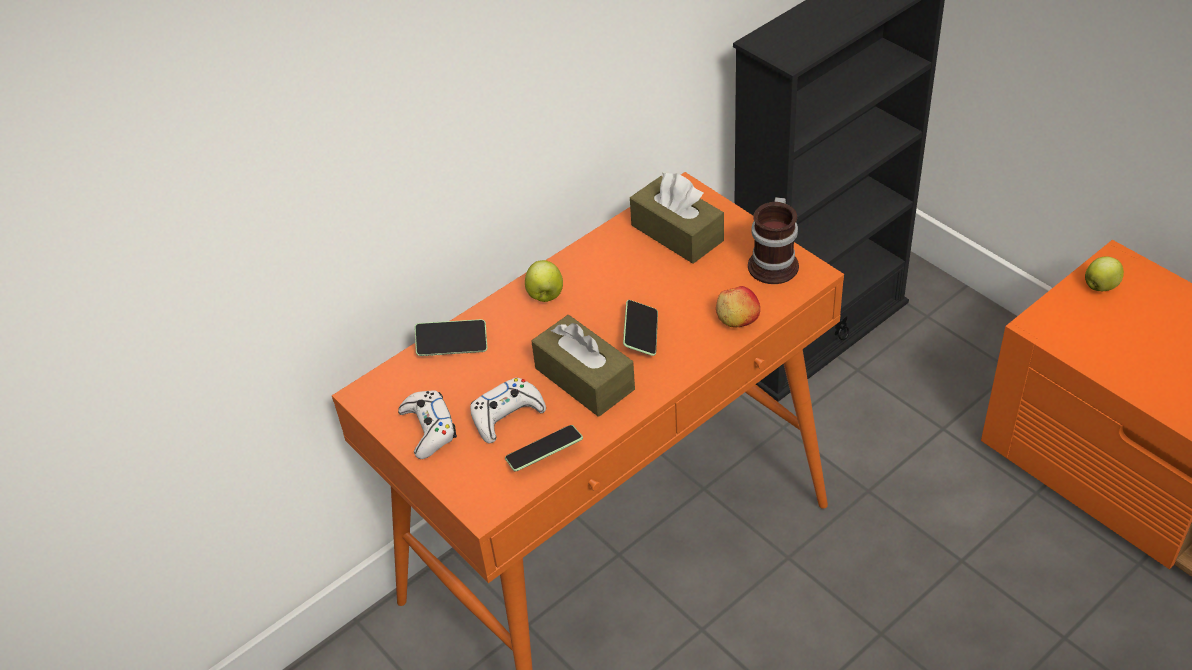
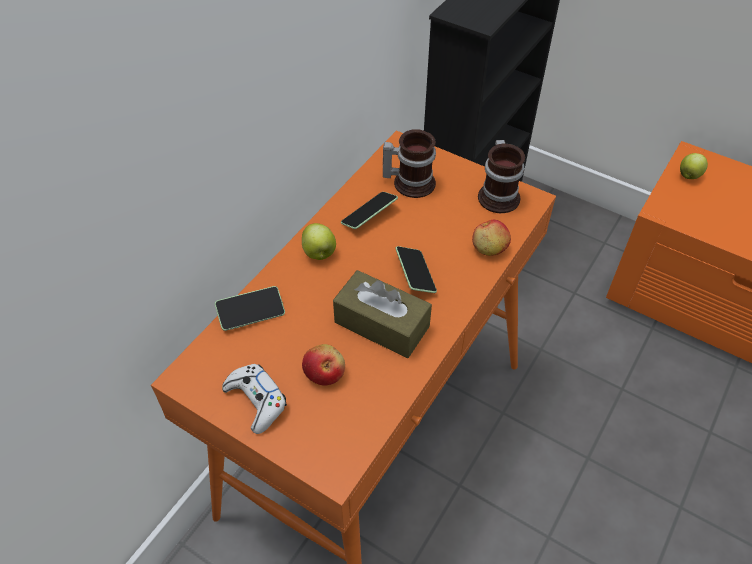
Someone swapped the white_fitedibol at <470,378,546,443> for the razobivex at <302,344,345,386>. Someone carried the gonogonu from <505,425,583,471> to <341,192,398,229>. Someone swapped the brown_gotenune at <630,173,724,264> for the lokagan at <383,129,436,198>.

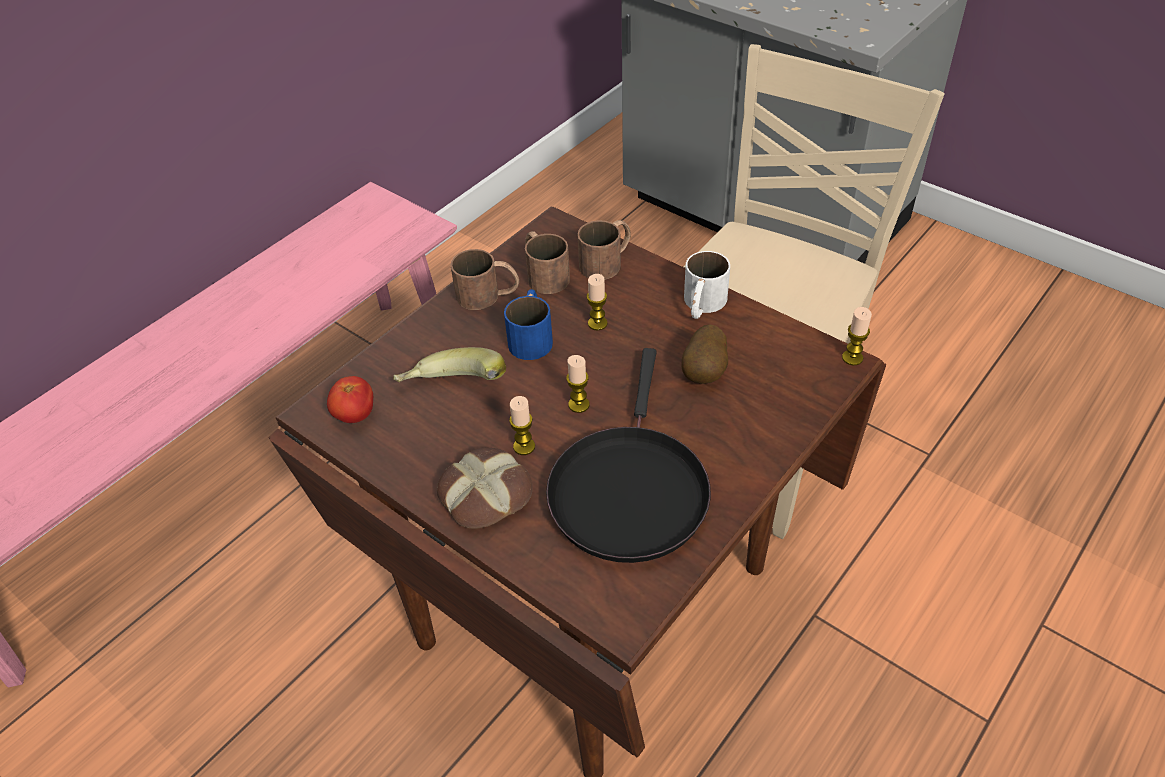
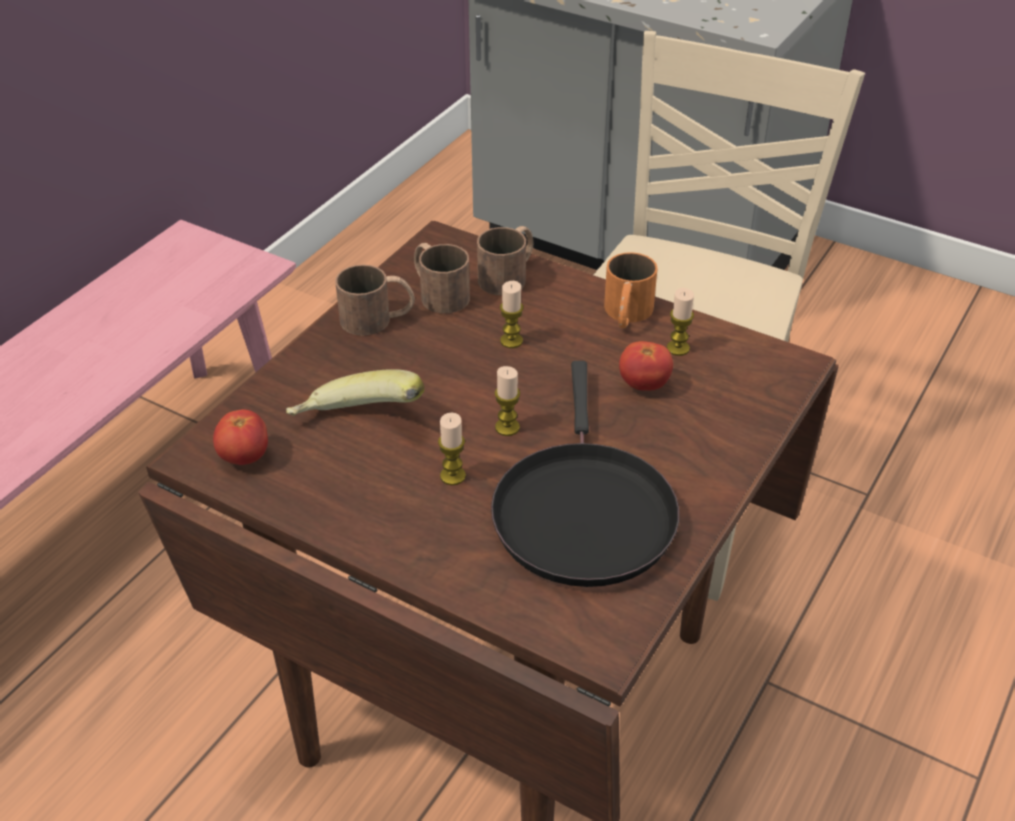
Someone repainted the white_lokagan at <684,251,730,319>, which became the orange_lokagan at <604,252,658,328>. Someone swapped the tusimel at <681,324,728,384> for the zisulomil at <619,341,673,391>. Someone carried the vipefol from <842,307,872,365> to <667,288,694,356>. Someone took away the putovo at <437,448,533,529>. Someone took away the blue_lokagan at <504,289,553,360>.

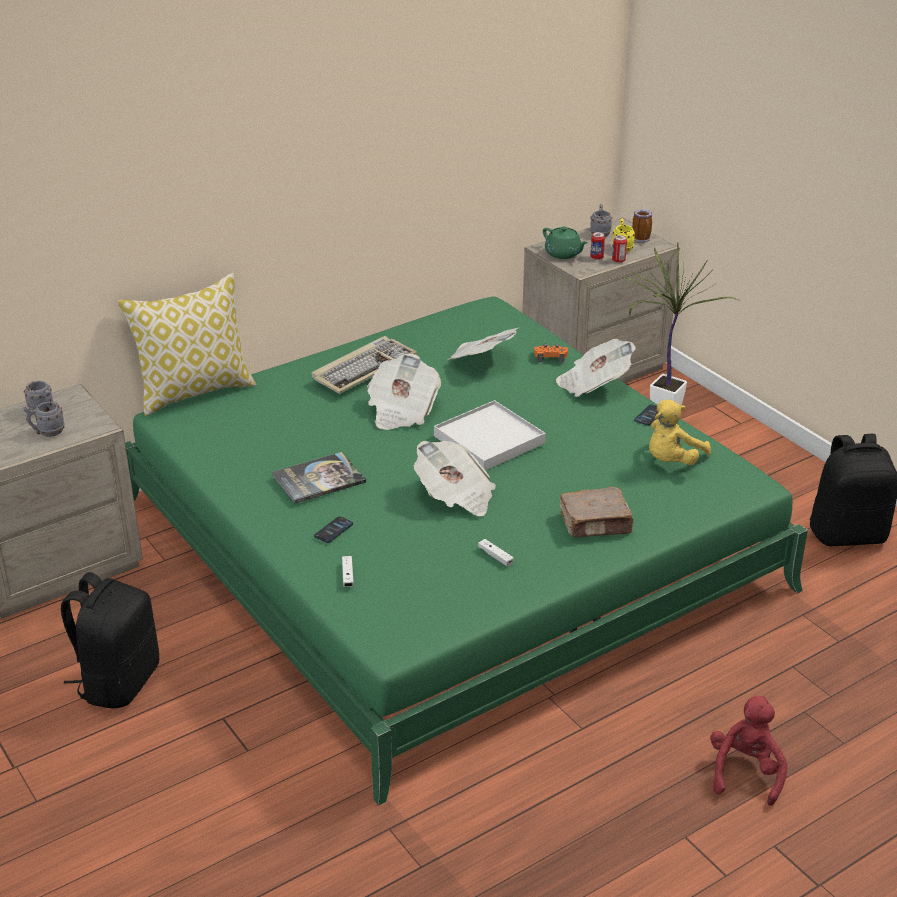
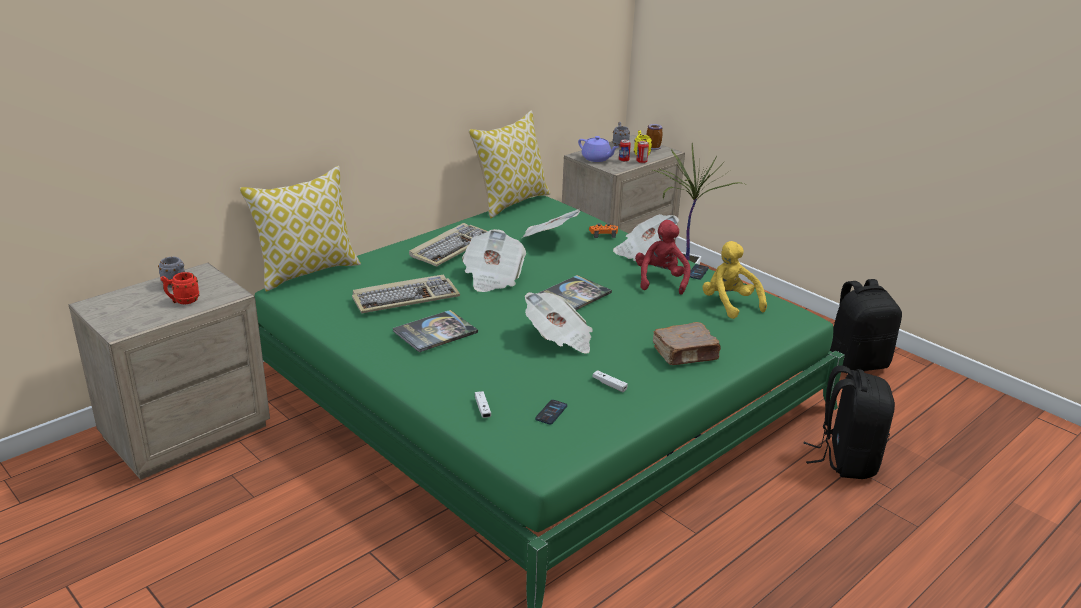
Someone repainted the grey_lokagan at <23,402,64,437>, which became the red_lokagan at <161,272,199,304>. Someone put down the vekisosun at <352,275,460,314>. Someone put down the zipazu at <468,110,551,218>. Someone carried the gonogonu from <314,516,353,543> to <535,400,567,425>. Someone swapped the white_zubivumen at <434,400,546,471> for the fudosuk at <539,275,612,310>. Someone repainted the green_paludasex at <543,226,588,259>, which became the purple_paludasex at <578,136,618,162>. Someone carried the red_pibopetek from <710,696,787,806> to <635,220,691,295>. Someone rotated the yellow_pibopetek at <649,400,711,465> by 120 degrees clockwise. Someone carried the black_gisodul from <61,572,159,709> to <803,365,895,479>.

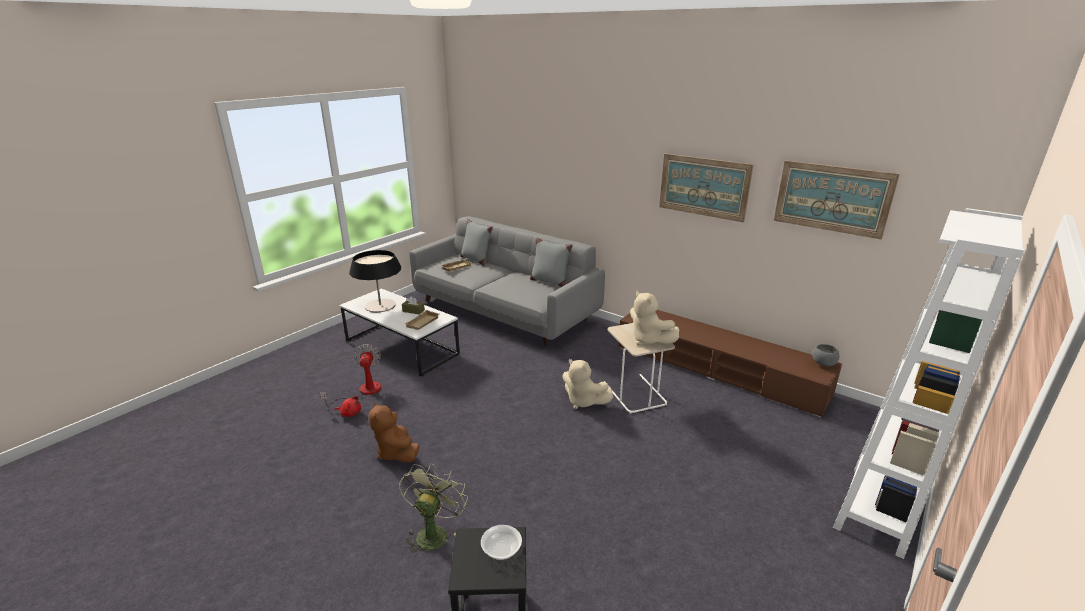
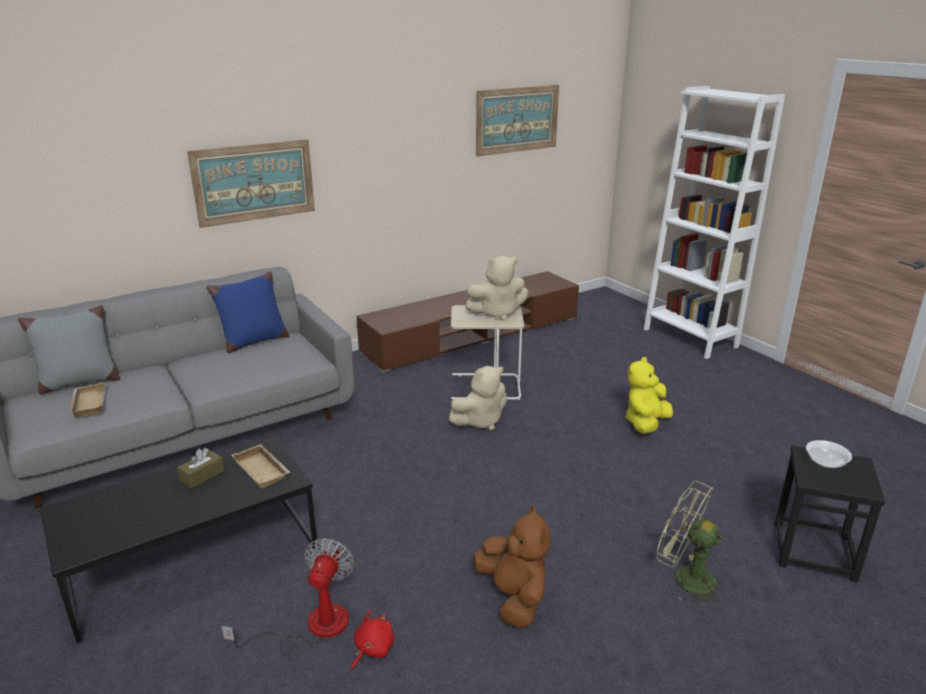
Someone repainted the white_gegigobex at <339,289,460,376>, which became the black_gegigobex at <40,436,318,643>. Someone carried the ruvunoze from <659,154,753,222> to <187,139,315,228>. Someone repainted the grey_zipazu at <530,237,573,287>, which became the blue_zipazu at <206,271,289,353>. Someone rotated the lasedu at <320,344,381,406> by 90 degrees clockwise. Someone rotated the brown_pibopetek at <369,402,419,462> by 105 degrees counterclockwise. Someone put down the yellow_pibopetek at <626,357,673,434>. Someone took away the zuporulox at <349,250,401,312>. Someone took away the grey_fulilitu at <812,344,839,367>.

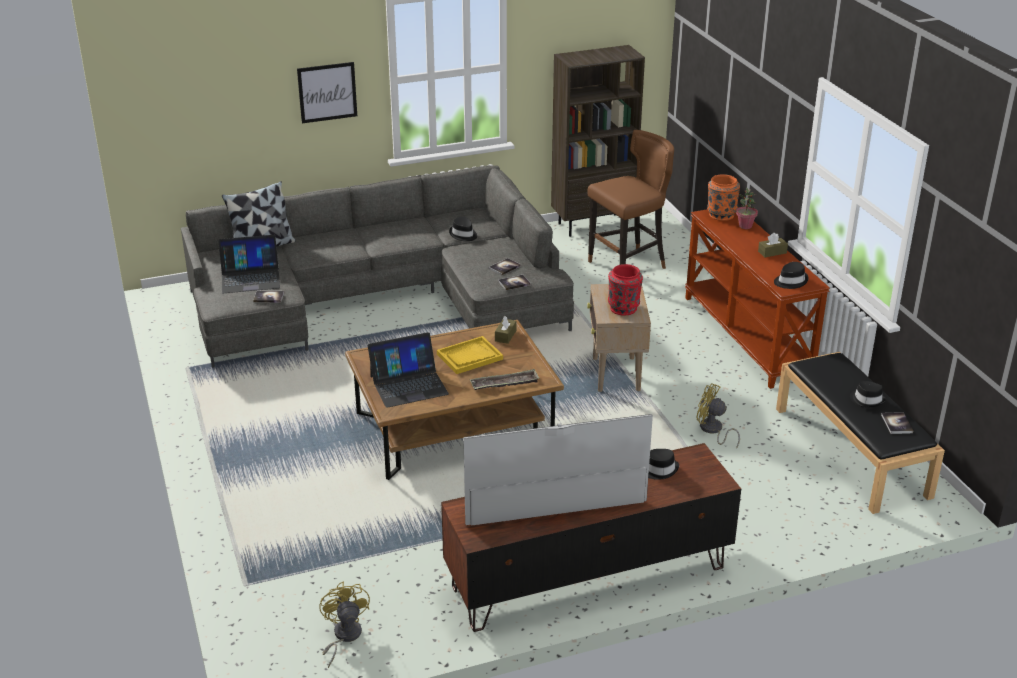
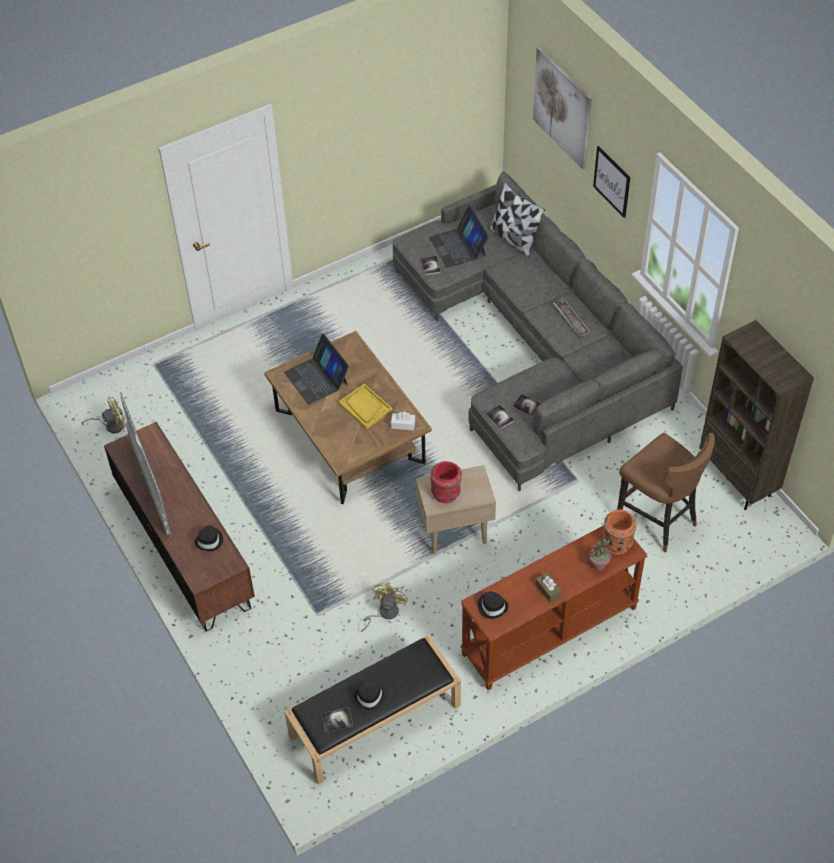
Someone repainted the brown_gotenune at <495,316,517,344>, which became the white_gotenune at <391,412,415,430>. Someone put up the ruvunoze at <533,47,592,170>. Someone carried the zubivumen from <470,369,540,390> to <553,298,591,338>. Someone took away the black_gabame at <449,216,477,241>.

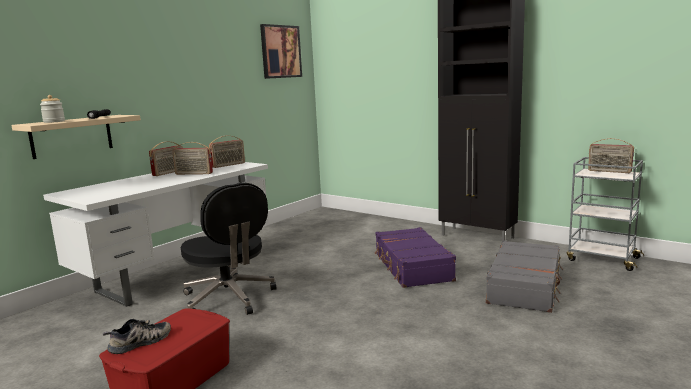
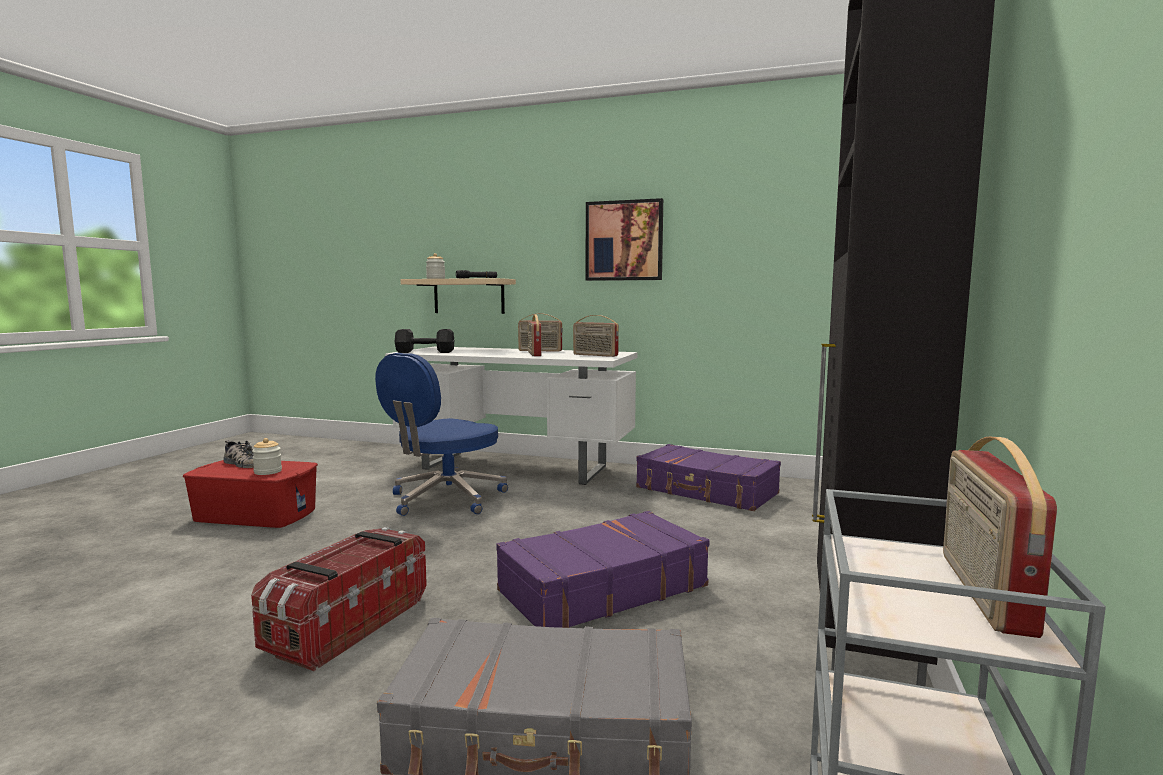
Someone put down the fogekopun at <251,527,427,671>. Someone put down the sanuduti at <252,438,282,475>. Someone repainted the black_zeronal at <181,183,277,315>, which became the blue_zeronal at <375,353,508,516>. Someone put down the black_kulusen at <394,329,454,353>. Someone carried the ruvunoze from <260,24,302,79> to <586,198,663,281>. Someone put down the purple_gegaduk at <636,444,781,511>.

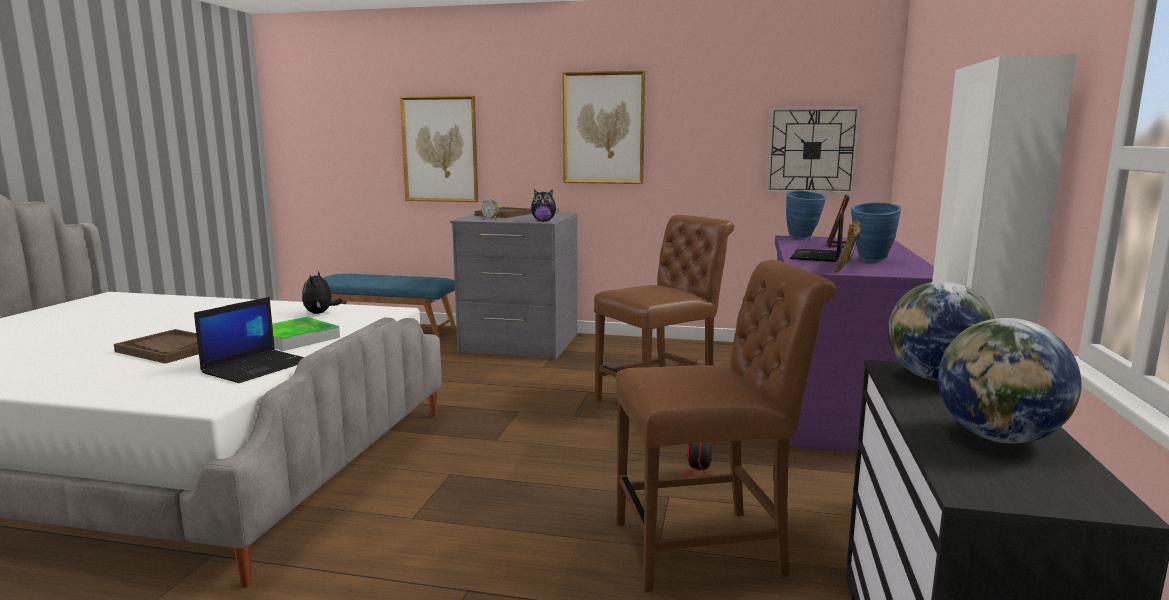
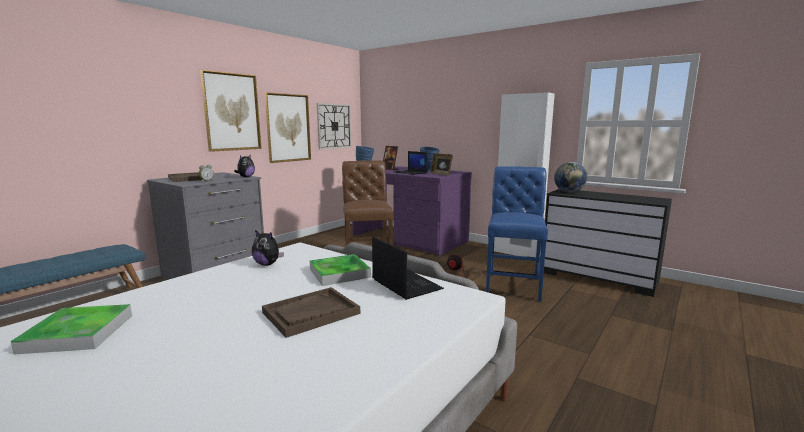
Someone put down the zubivumen at <11,304,132,355>. Someone carried the ruvunoze from <400,96,478,202> to <265,92,311,163>. Someone repainted the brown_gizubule at <615,259,837,592>, which became the blue_gizubule at <486,166,548,302>. Someone took away the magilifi at <938,318,1082,444>.

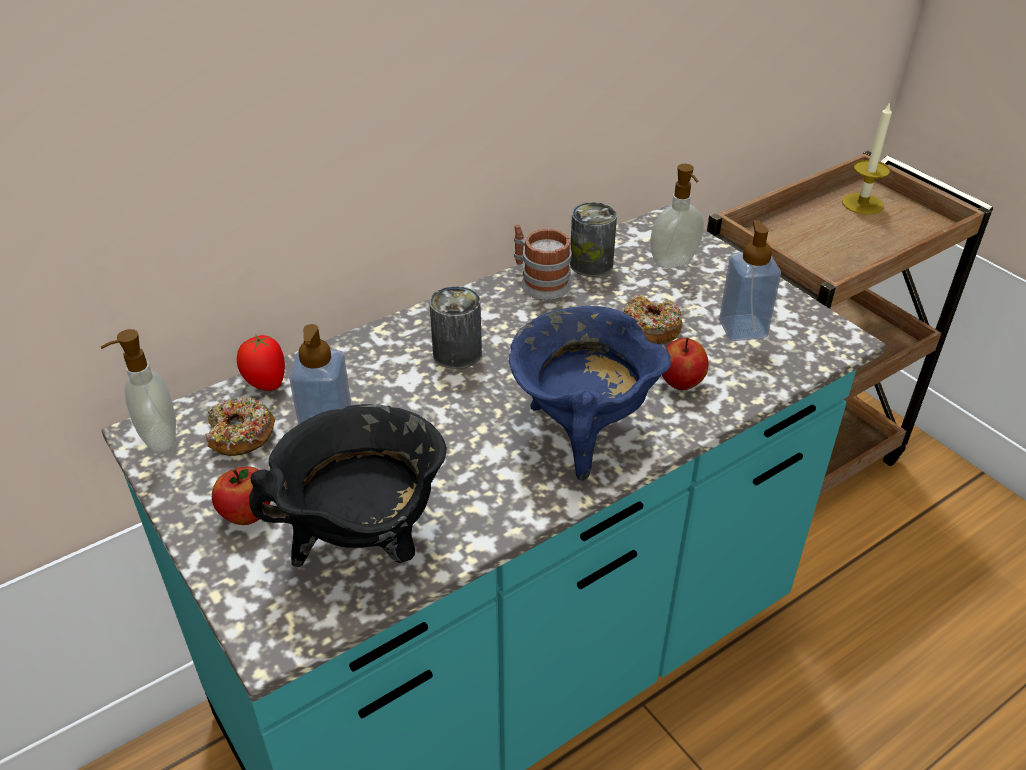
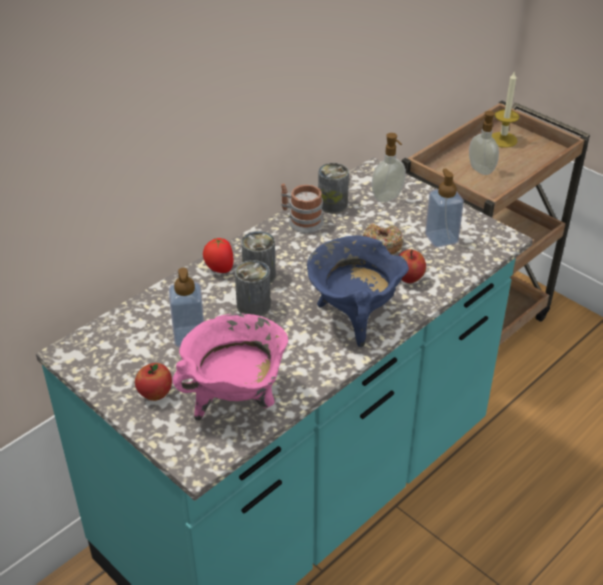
Someone repainted the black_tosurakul at <249,404,447,567>, which became the pink_tosurakul at <173,313,288,421>. Someone carried the zisulomil from <237,334,285,391> to <203,238,234,273>. Someone put down the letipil at <235,260,271,316>. Someone carried the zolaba from <101,329,176,453> to <469,111,499,175>. Someone took away the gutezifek at <205,397,275,456>.

